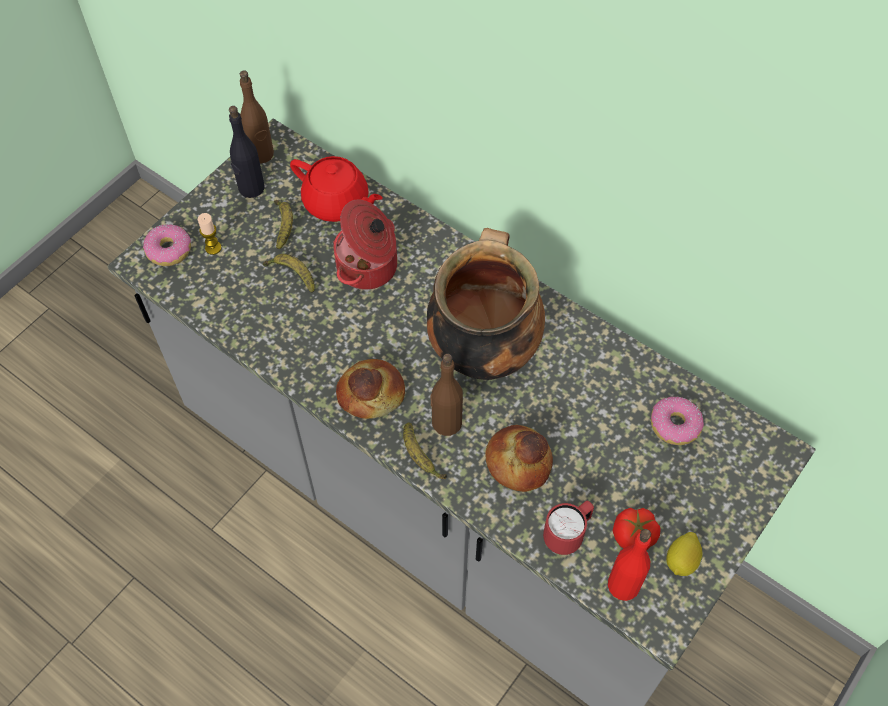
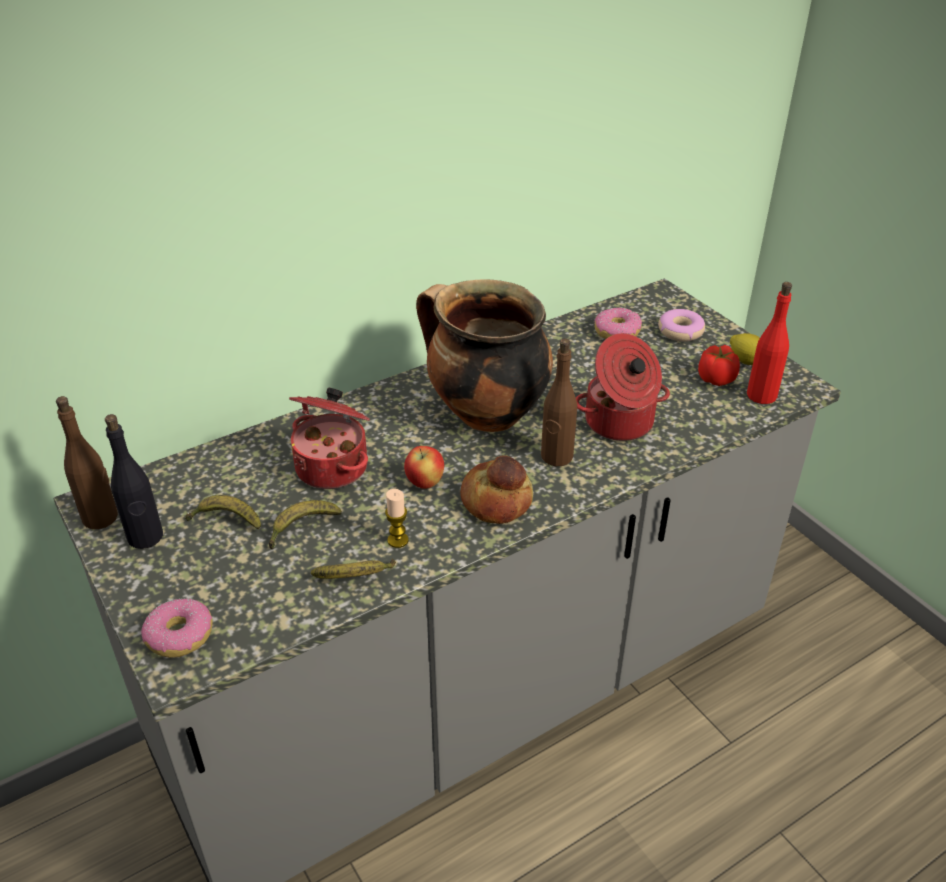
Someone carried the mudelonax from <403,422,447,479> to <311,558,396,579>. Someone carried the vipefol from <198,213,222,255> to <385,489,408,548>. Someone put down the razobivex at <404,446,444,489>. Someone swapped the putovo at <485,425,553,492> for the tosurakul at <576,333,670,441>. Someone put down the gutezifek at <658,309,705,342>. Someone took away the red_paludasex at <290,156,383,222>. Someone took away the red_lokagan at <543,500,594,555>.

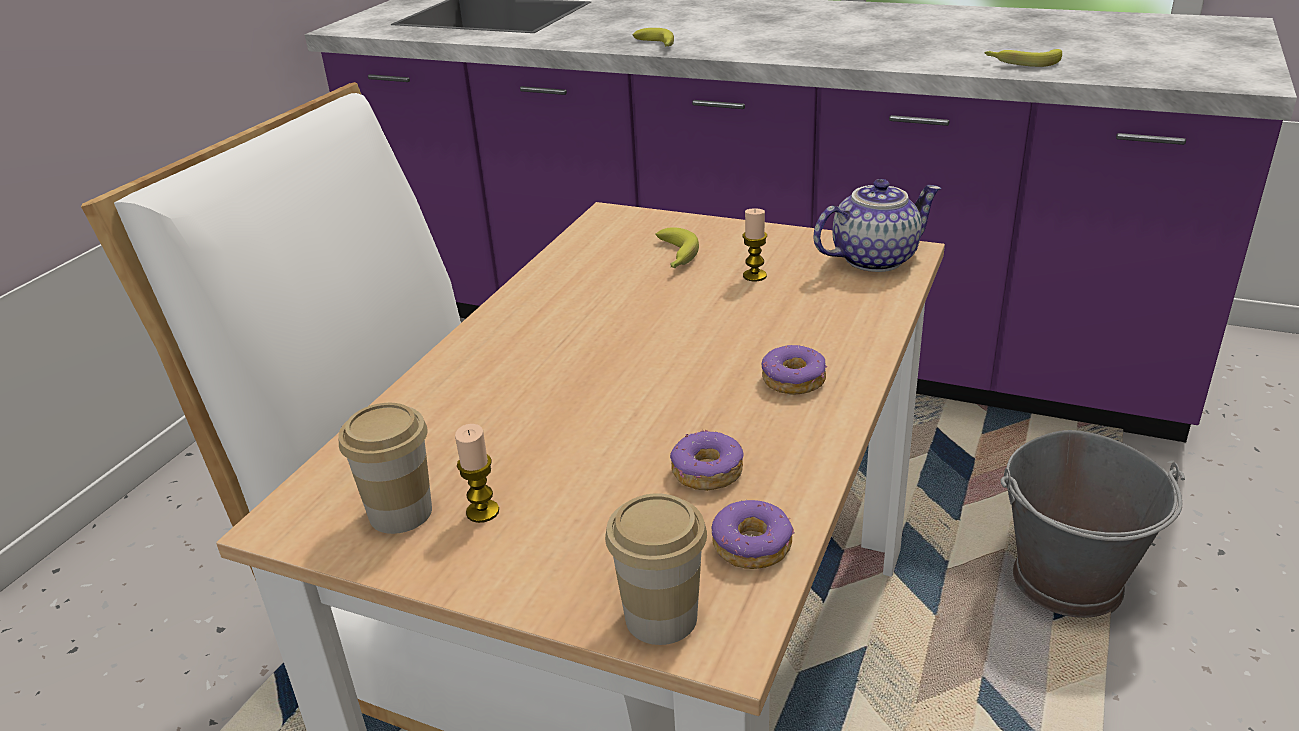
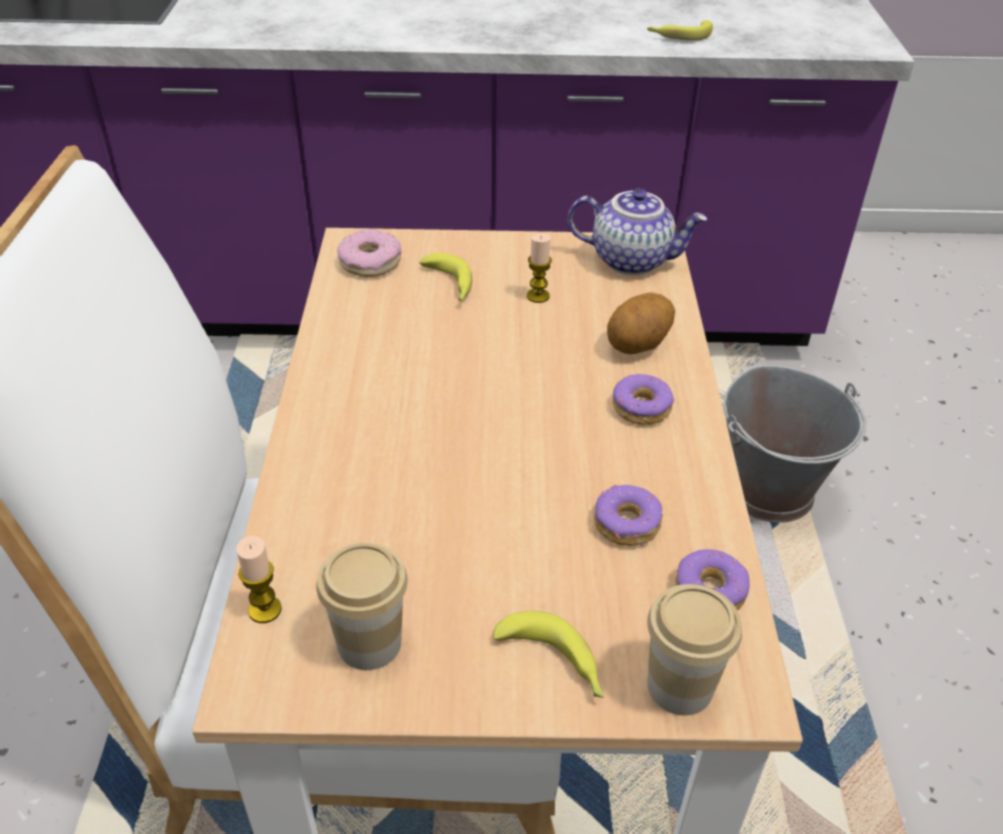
Someone carried the vipefol from <455,424,499,523> to <236,536,282,623>. Someone put down the gutezifek at <337,229,402,277>. Someone carried the mudelonax from <633,28,674,47> to <493,611,604,698>. Someone rotated the paludasex at <814,179,941,272> by 60 degrees clockwise. Someone put down the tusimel at <607,292,675,354>.

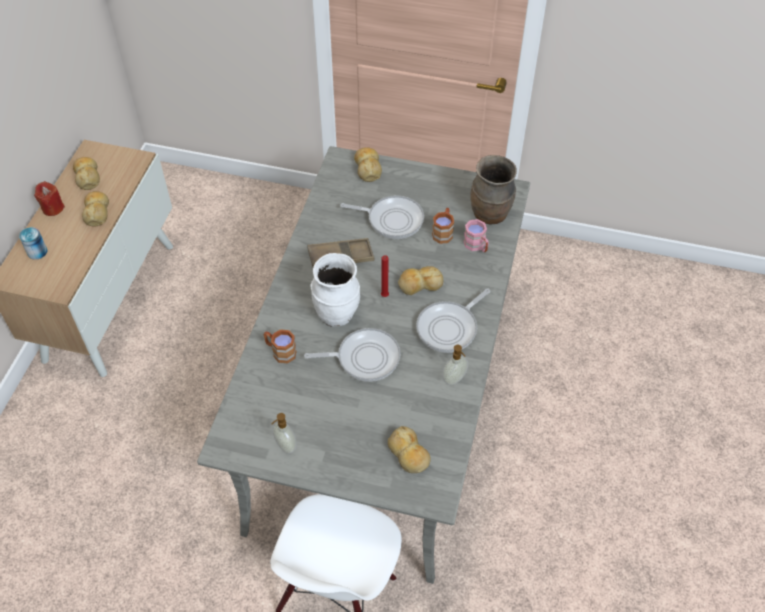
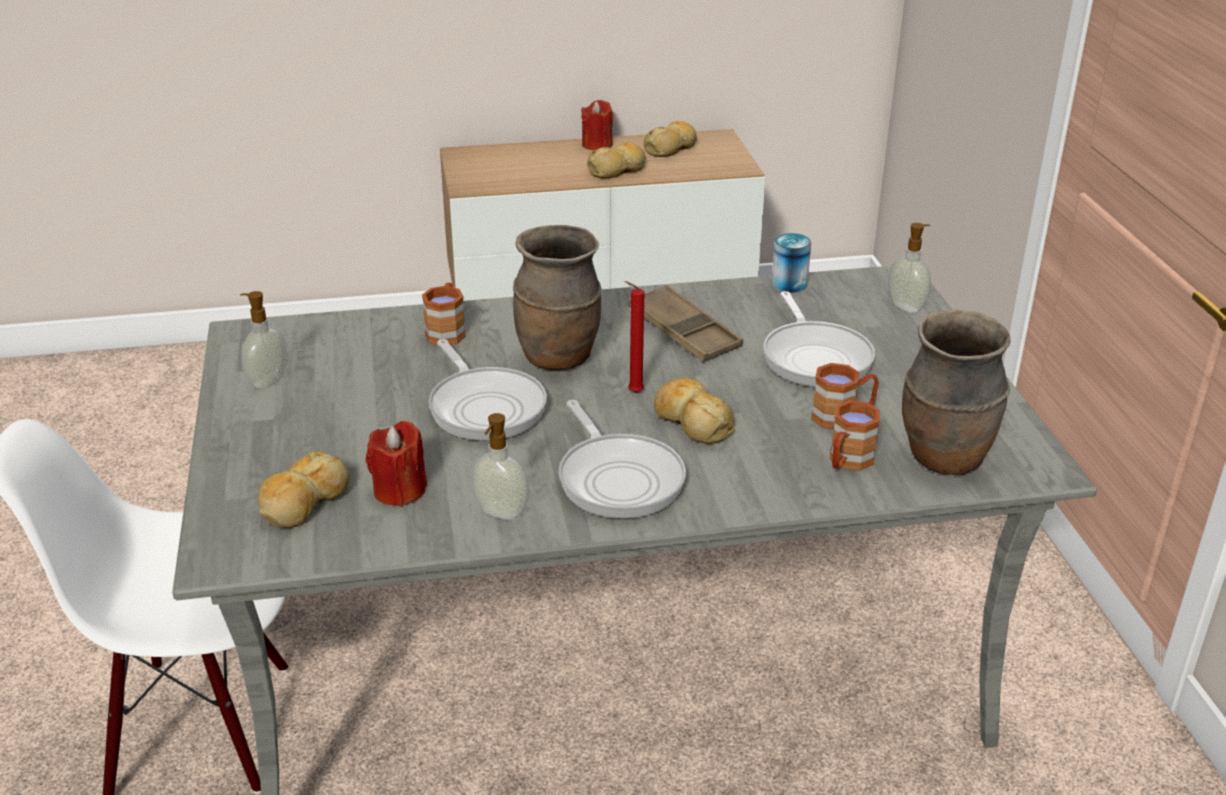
Someone put down the red_vipefol at <366,421,427,507>. Someone repainted the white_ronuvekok at <310,253,360,326>, which became the brown_ronuvekok at <513,225,602,370>. Someone rotated the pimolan at <416,288,490,353> by 135 degrees counterclockwise. Someone carried the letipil from <19,227,47,260> to <771,233,811,293>. Someone repainted the pink_lokagan at <464,219,489,252>, which became the brown_lokagan at <830,400,880,470>. Someone swapped the putovo at <354,147,382,182> for the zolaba at <888,223,931,313>.

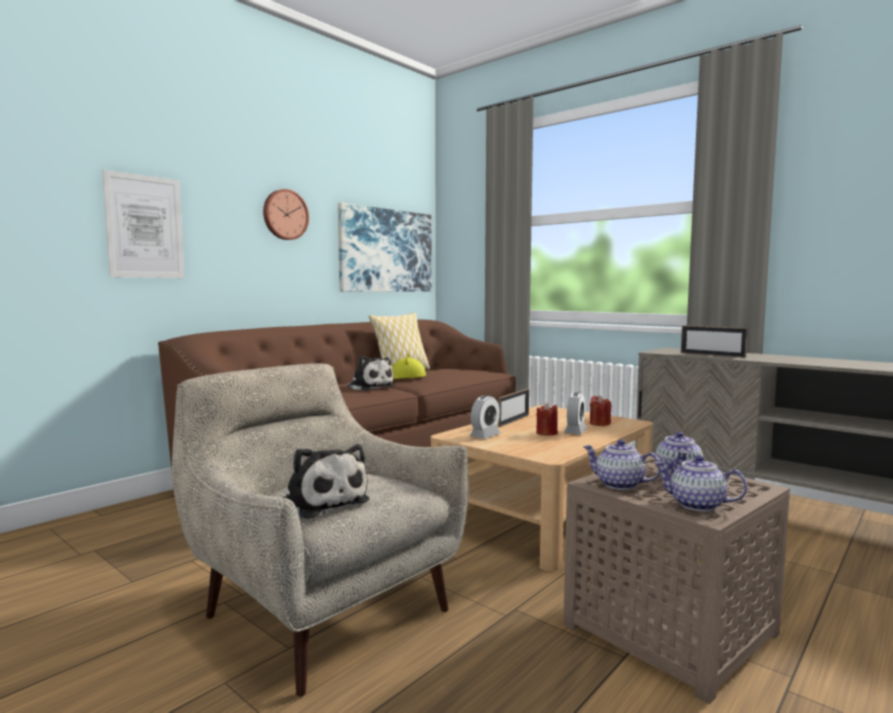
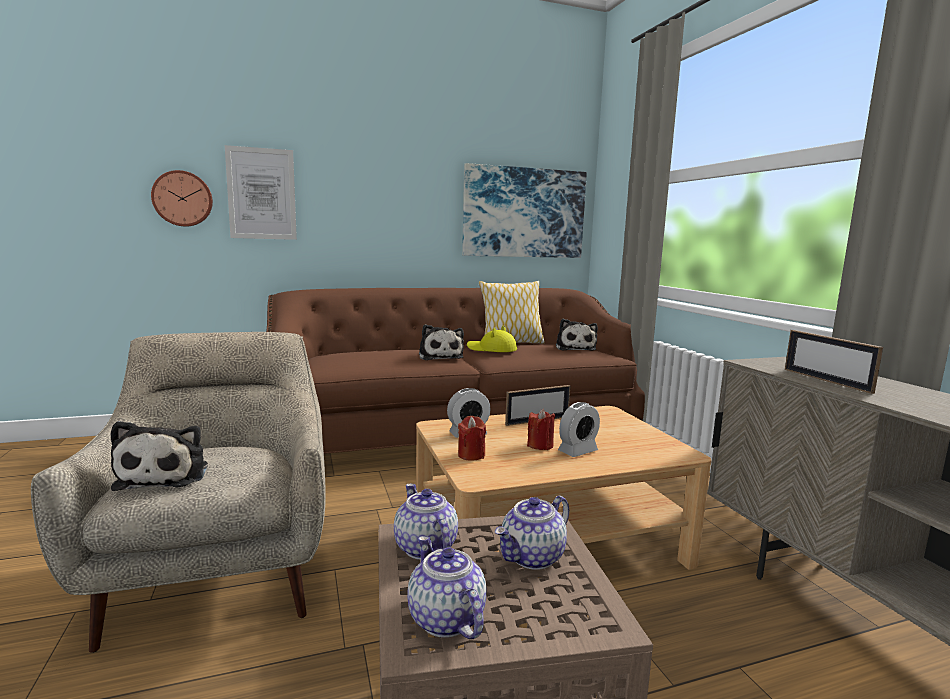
Someone carried the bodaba from <263,189,309,240> to <151,170,213,226>. Someone carried the red_vipefol from <590,395,611,426> to <458,416,486,461>. Someone put down the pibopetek at <556,319,598,351>.

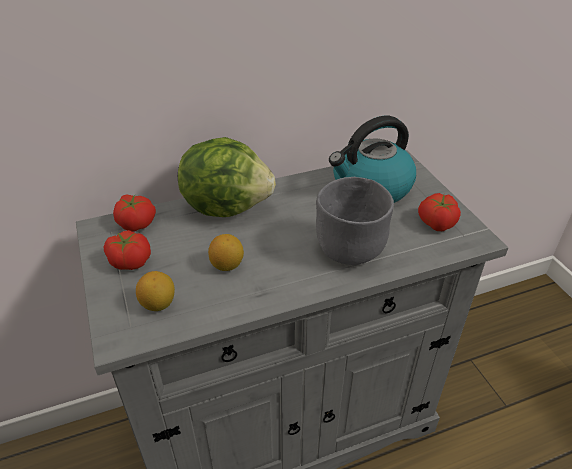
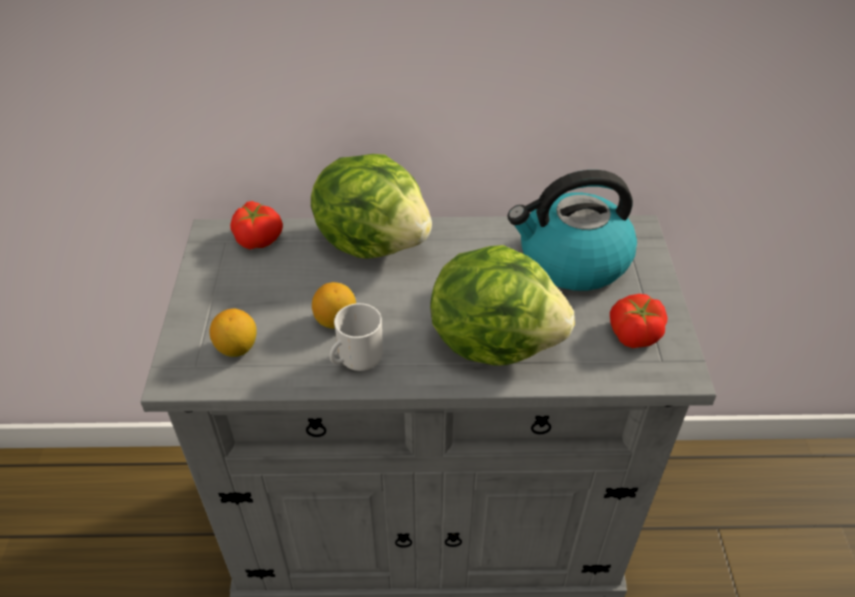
Someone put down the lokagan at <330,303,383,371>. Someone swapped the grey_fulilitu at <316,177,394,265> for the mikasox at <430,245,575,366>. Someone took away the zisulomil at <103,230,151,270>.

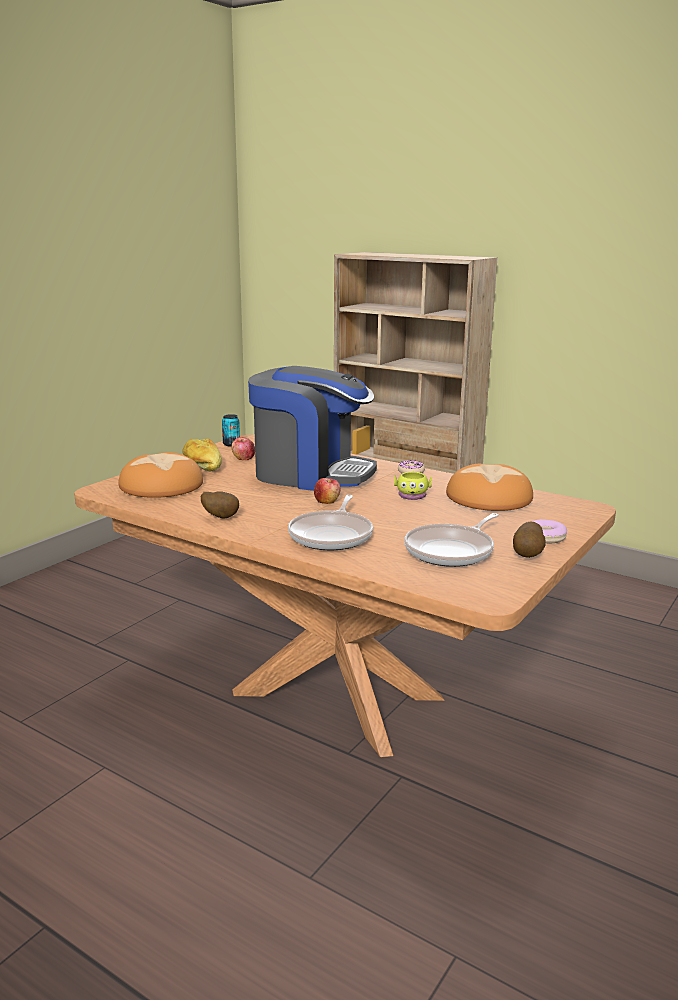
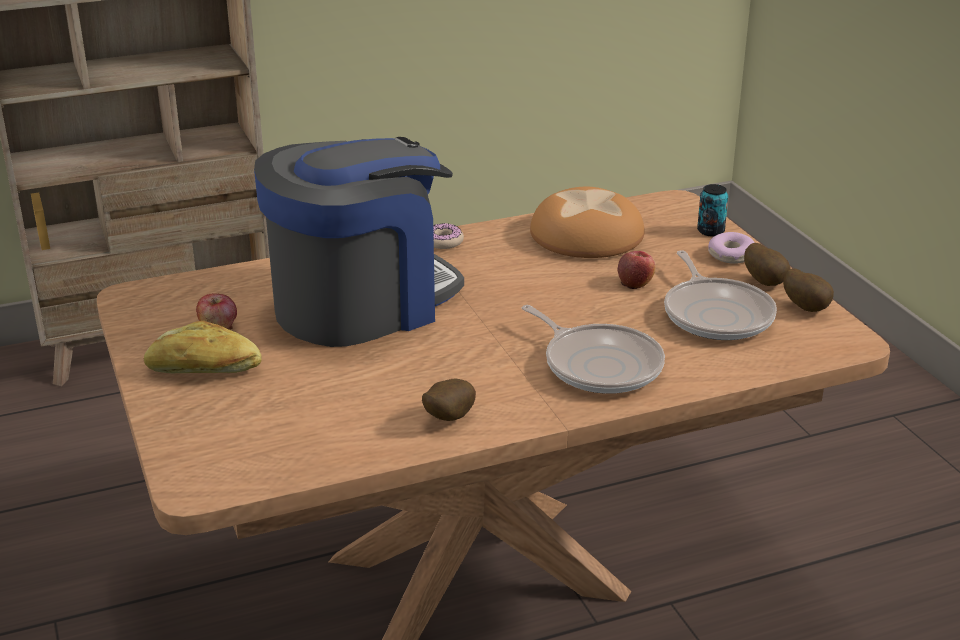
Someone carried the razobivex from <314,478,341,504> to <617,251,656,289>. Someone carried the letipil from <222,414,240,447> to <697,184,728,237>. Someone put down the tusimel at <783,268,834,312>. Someone took away the putovo at <118,452,203,498>. Someone took away the yellow_lokagan at <394,471,432,500>.

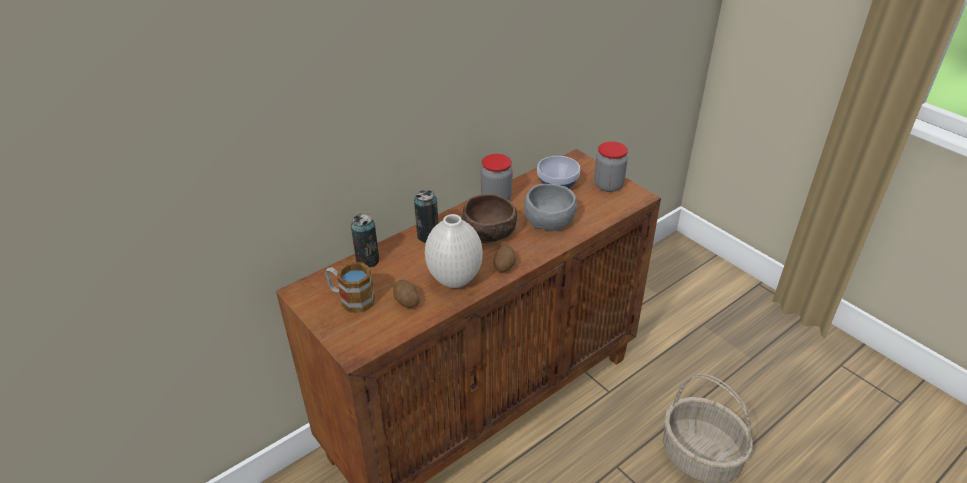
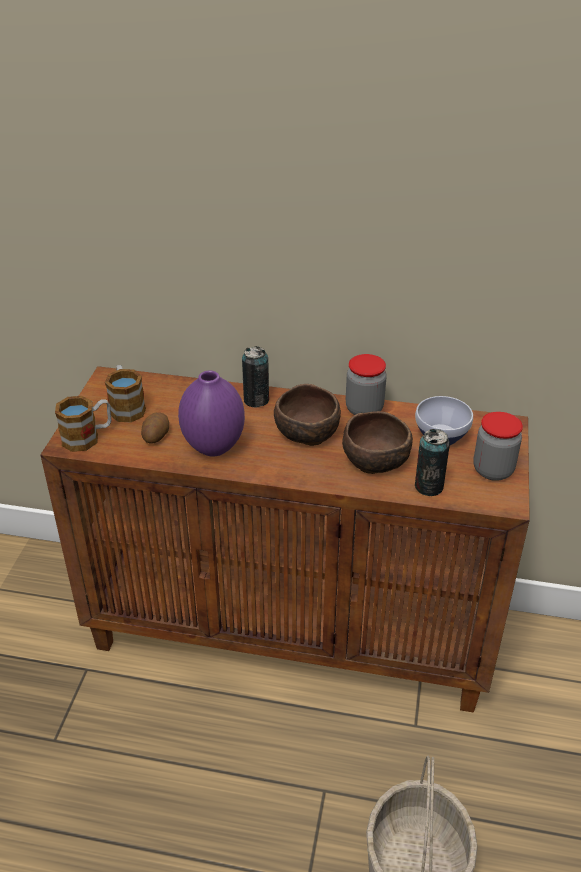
Someone put down the lokagan at <55,396,111,452>. Someone repainted the white_ronuvekok at <425,214,483,288>, which became the purple_ronuvekok at <178,371,245,457>. Someone repainted the grey_fulilitu at <524,184,577,231>, which became the brown_fulilitu at <342,411,413,474>. Someone carried the letipil from <351,214,379,268> to <415,429,450,496>. Someone took away the tusimel at <494,246,516,272>.

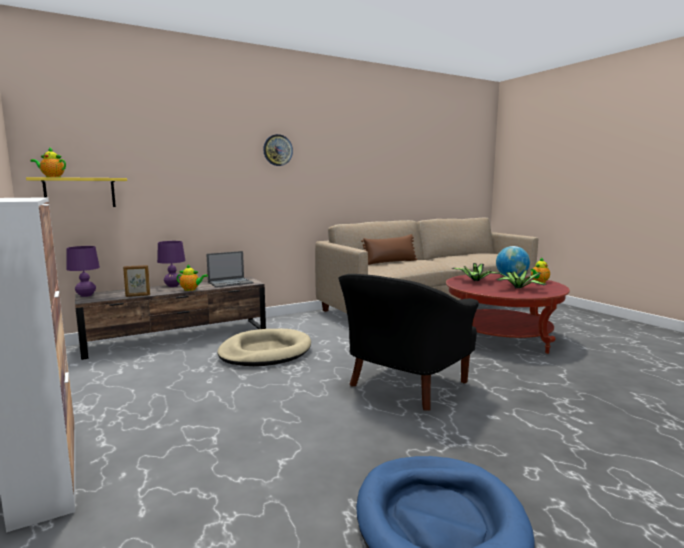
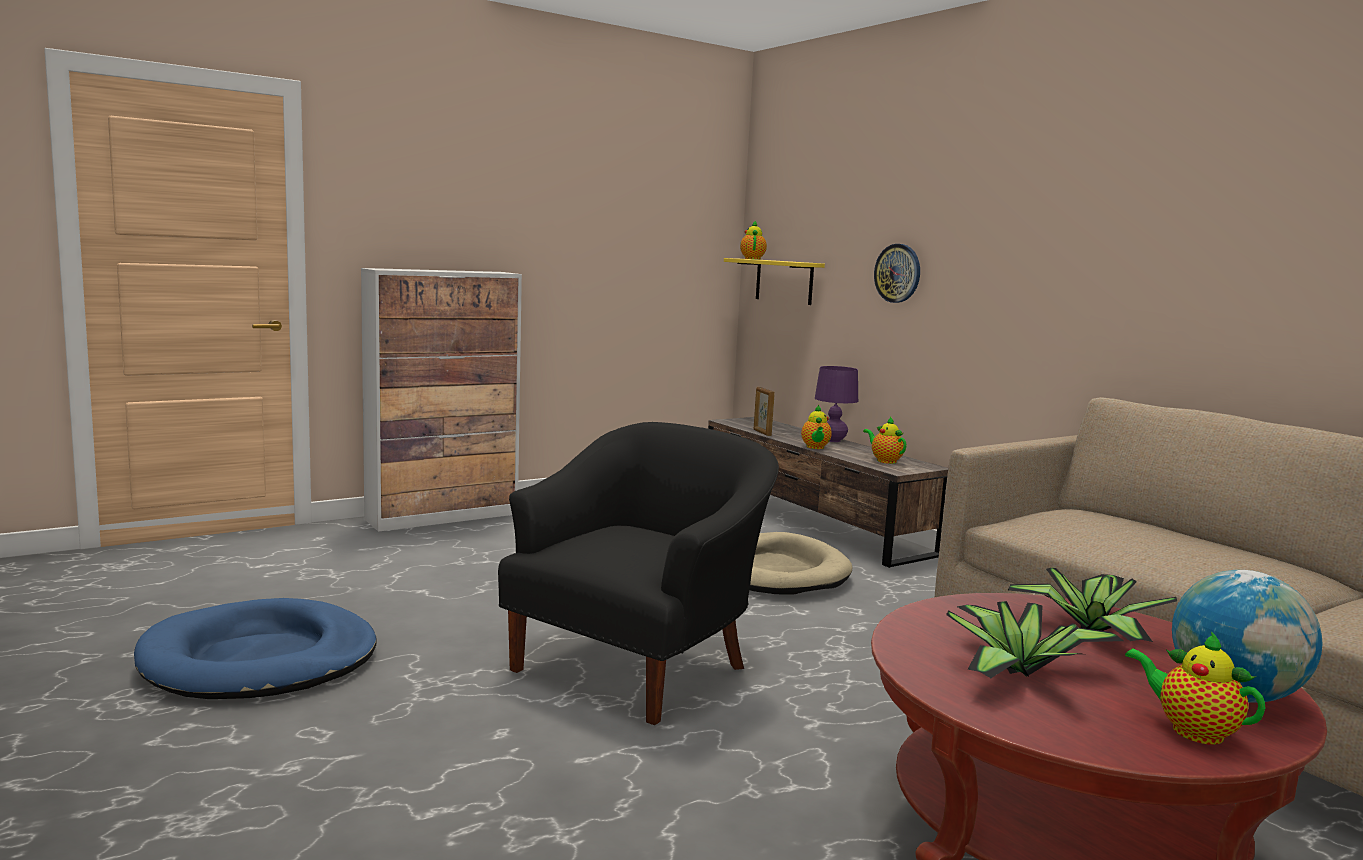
Someone rotated the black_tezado at <338,274,479,411> by 90 degrees clockwise. Someone swapped the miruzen at <206,251,253,288> for the paludasex at <863,417,907,464>. Someone carried the bodaba from <263,134,293,166> to <874,244,920,303>. Someone took away the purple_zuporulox at <66,246,100,297>. Someone took away the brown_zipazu at <361,234,417,265>.

